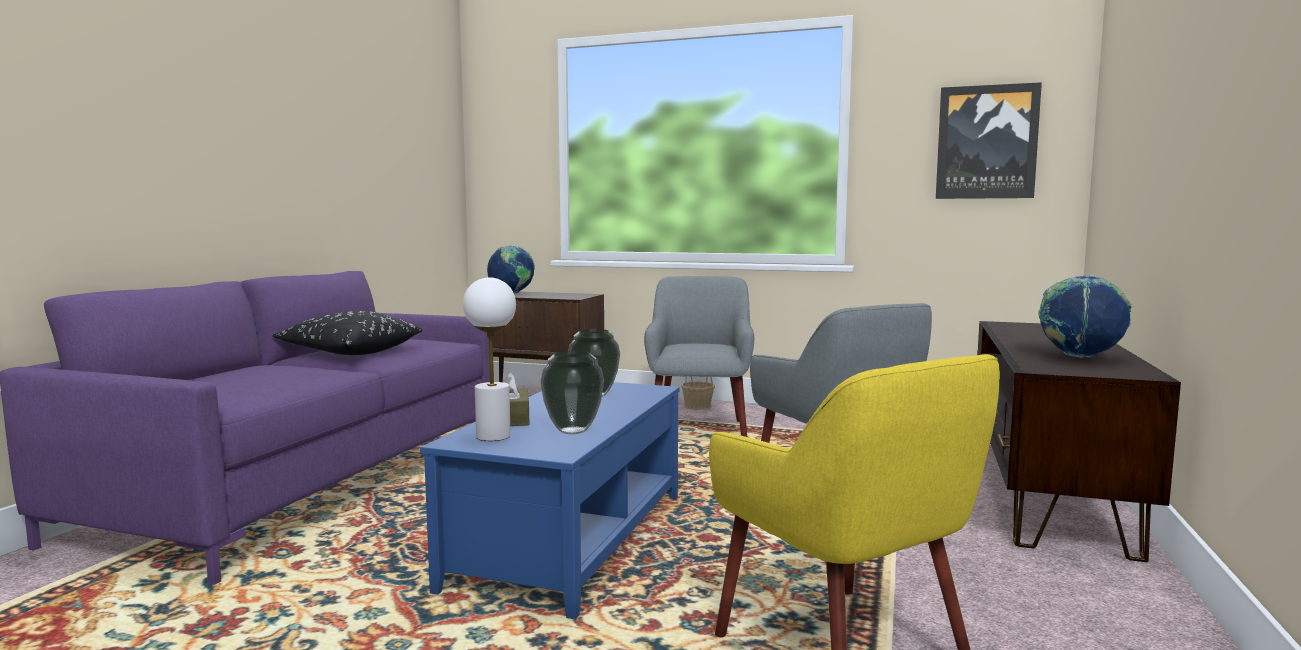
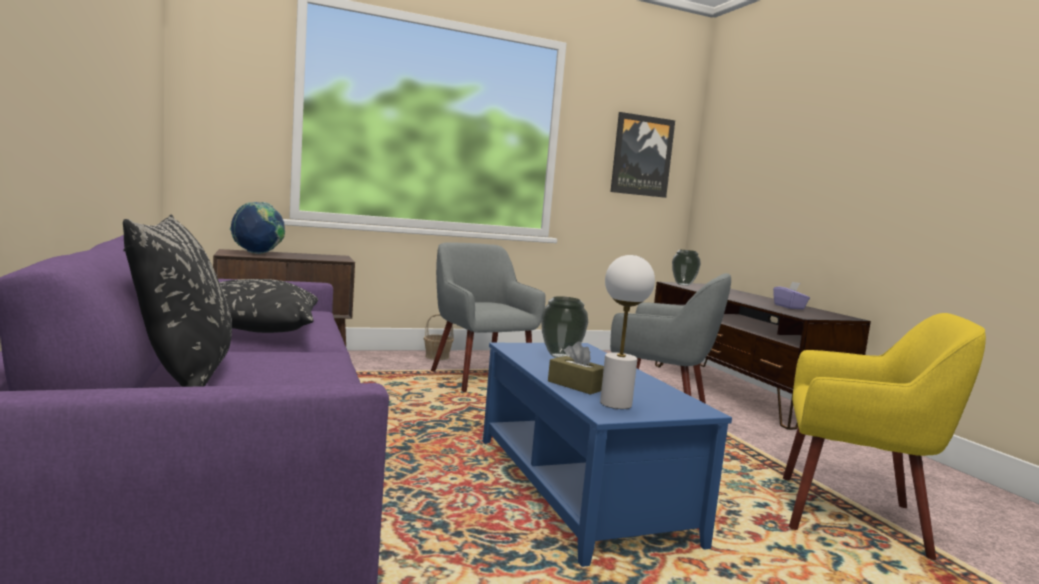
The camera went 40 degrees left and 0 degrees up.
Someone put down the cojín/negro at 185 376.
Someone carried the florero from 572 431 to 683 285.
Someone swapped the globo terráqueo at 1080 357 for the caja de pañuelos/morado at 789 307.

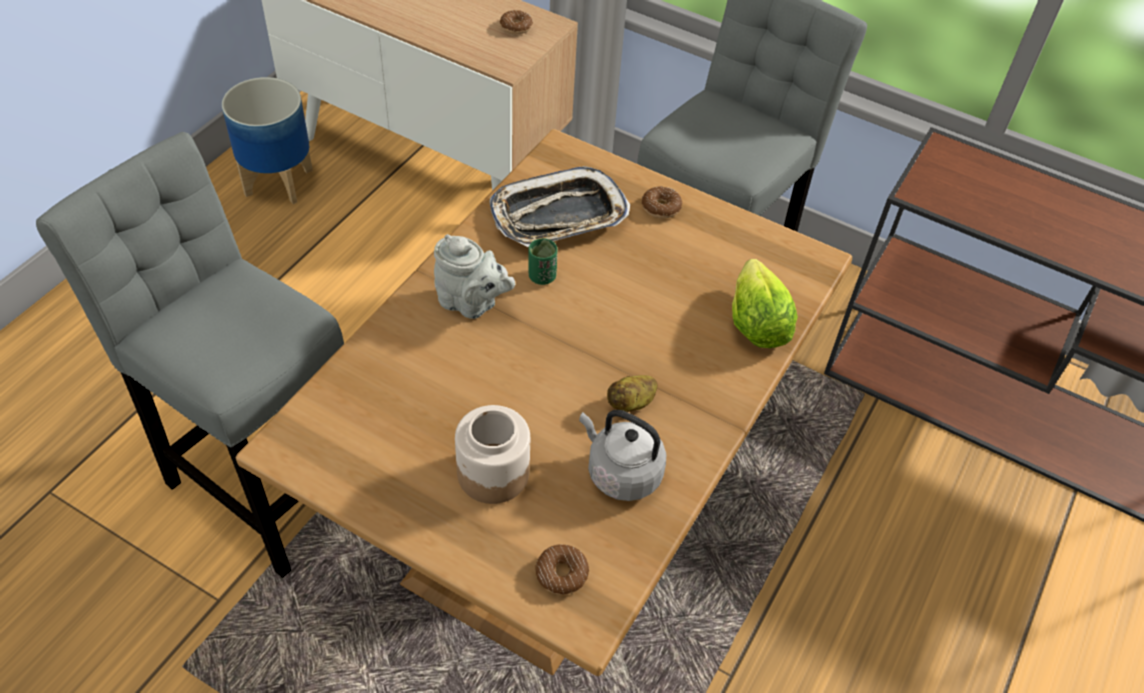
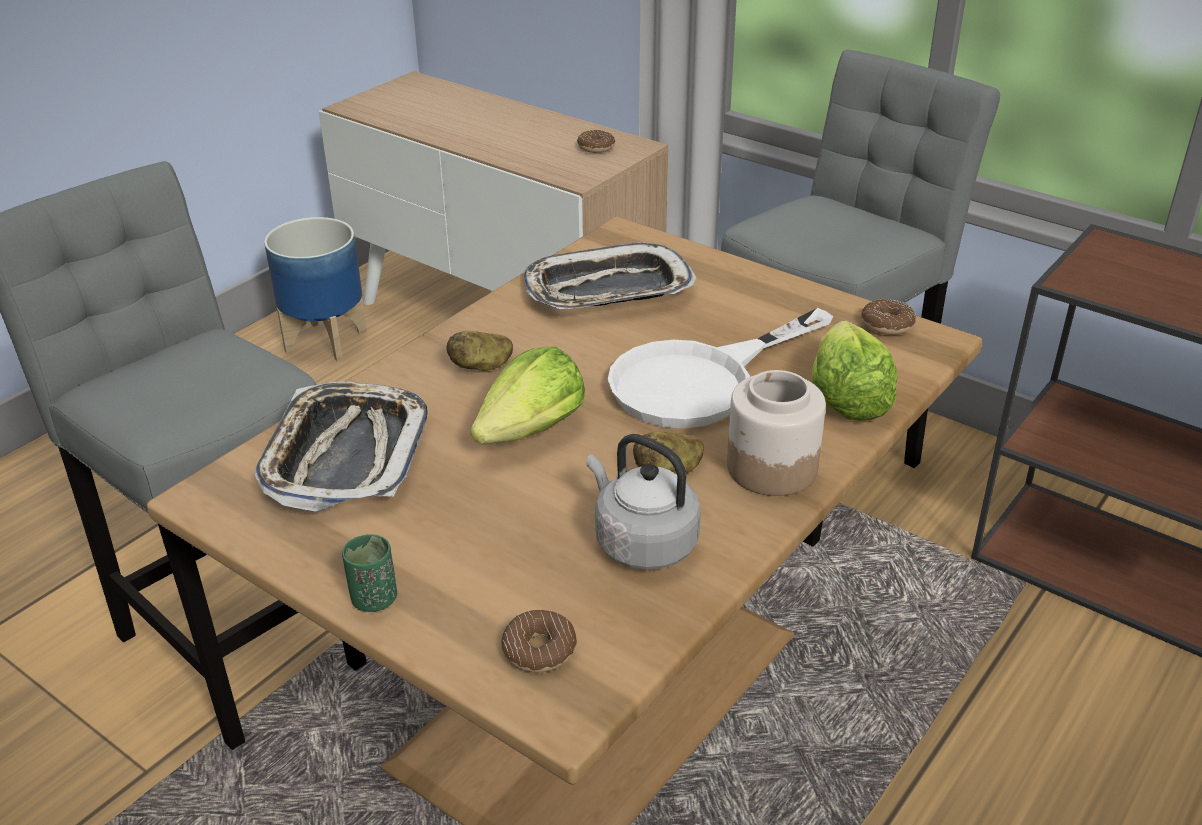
The camera went 10 degrees right and 15 degrees down.
Someone put down the bandeja at 345 455.
Someone carried the taza/verde from 542 276 to 374 599.
Someone swapped the tetera/gris at 471 303 for the patata at 482 366.
Someone put down the lechuga at 532 430.
Someone put down the sartén/blanco at 700 380.
Someone carried the tarro from 492 472 to 771 467.
Someone carried the rosquilla from 661 207 to 887 324.

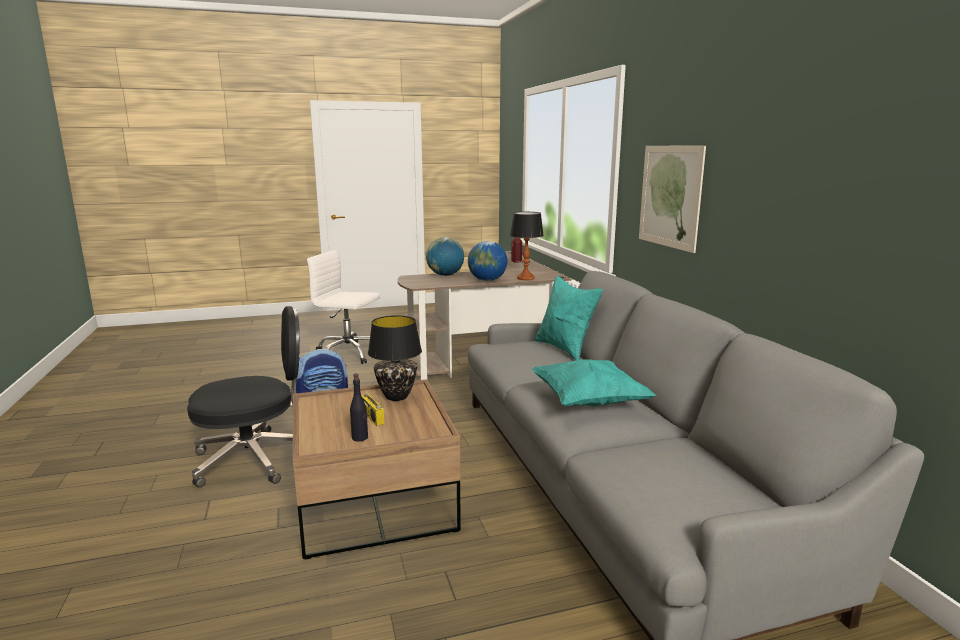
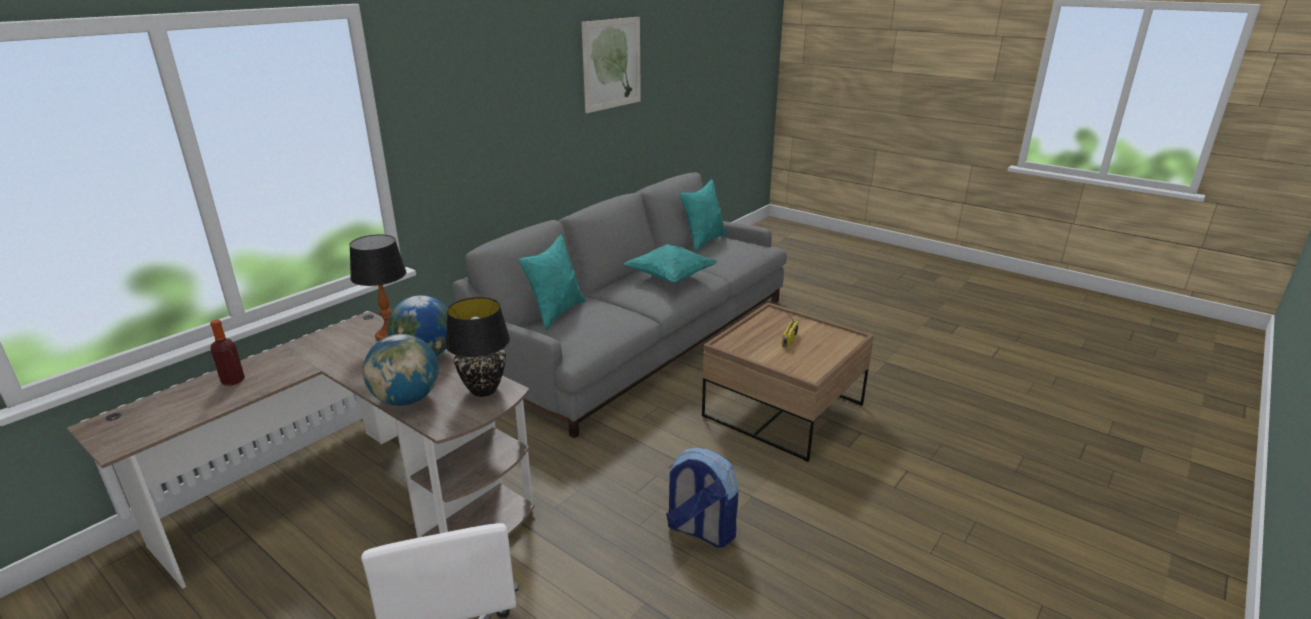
The camera went 125 degrees left and 10 degrees up.
Someone carried the lámpara de mesa/negro from 396 397 to 484 390.
Someone carried the cuadro from 670 196 to 612 64.
Someone put down the cojín/turquesa at 703 241.
Someone took away the silla de oficina/negro at 255 459.
Someone took away the botella/negro at 360 438.

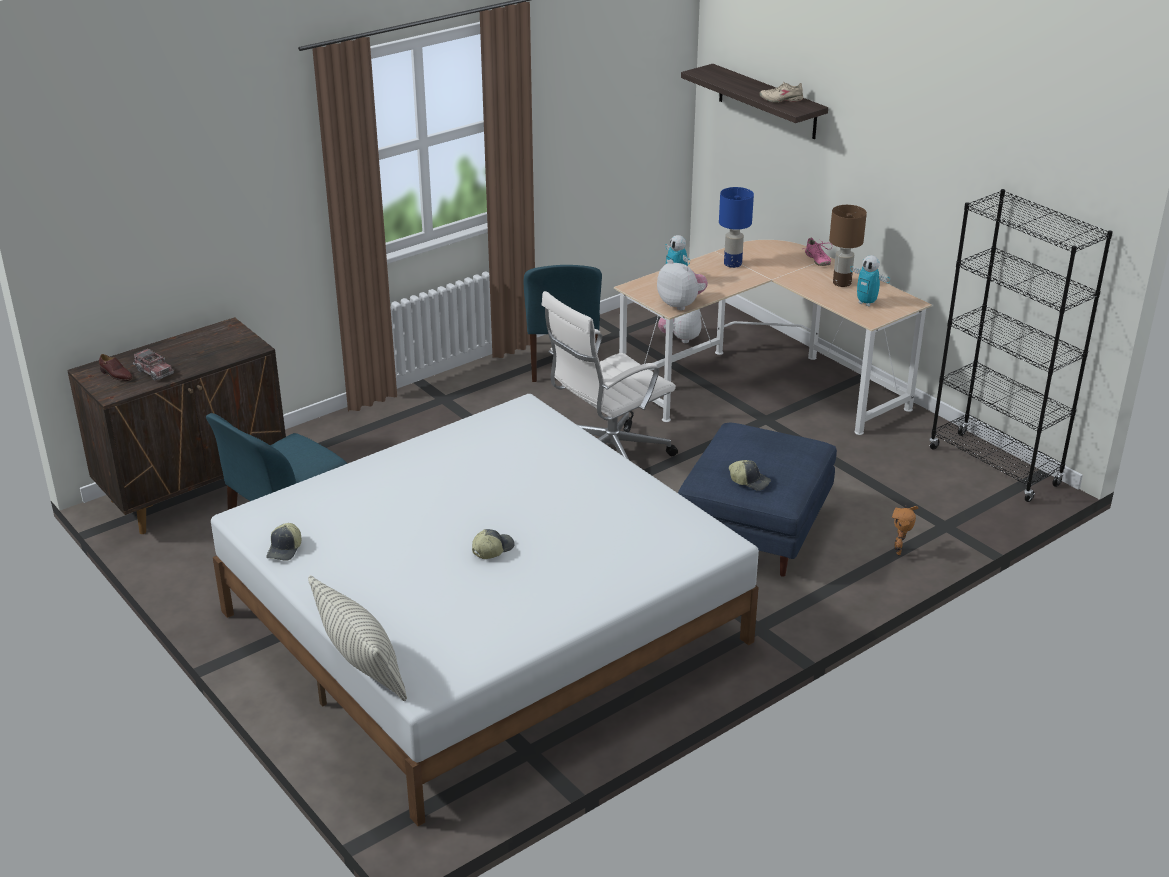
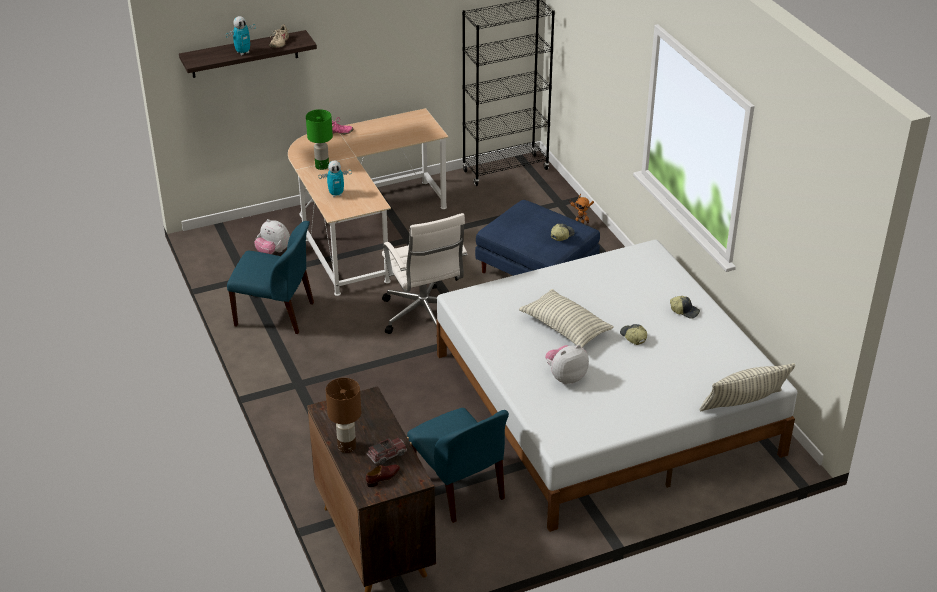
The camera went 75 degrees left and 5 degrees up.
Someone carried the robot de juguete from 866 303 to 243 52.
Someone repainted the lámpara de mesa/azul at 732 264, which became the lámpara de mesa/verde at 321 166.
Someone carried the lámpara de mesa/marrón from 842 283 to 347 447.
Someone put down the cojín at 565 328.
Someone carried the peluche from 681 304 to 565 377.
Someone carried the gorra from 285 549 to 684 311.

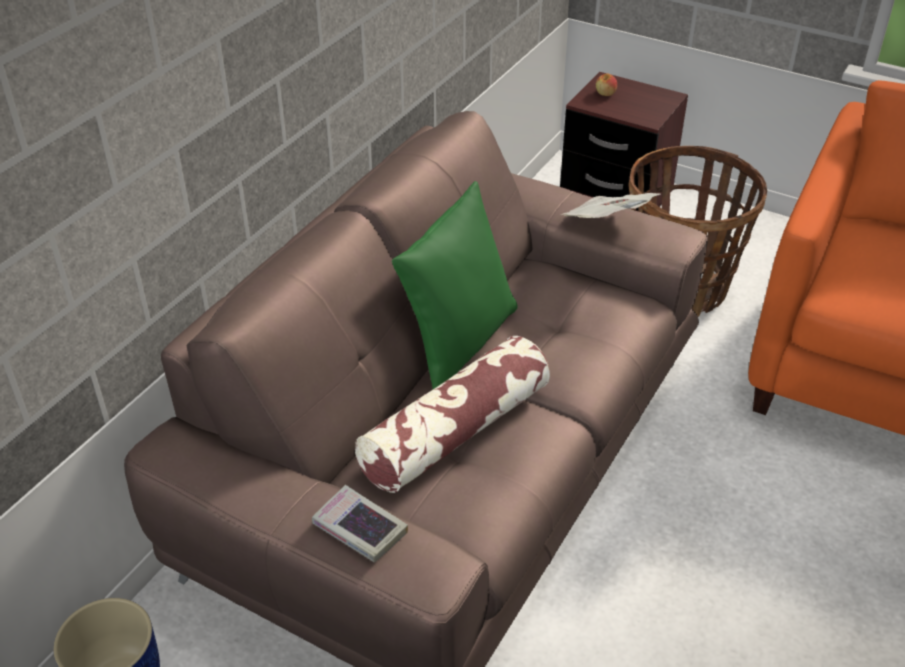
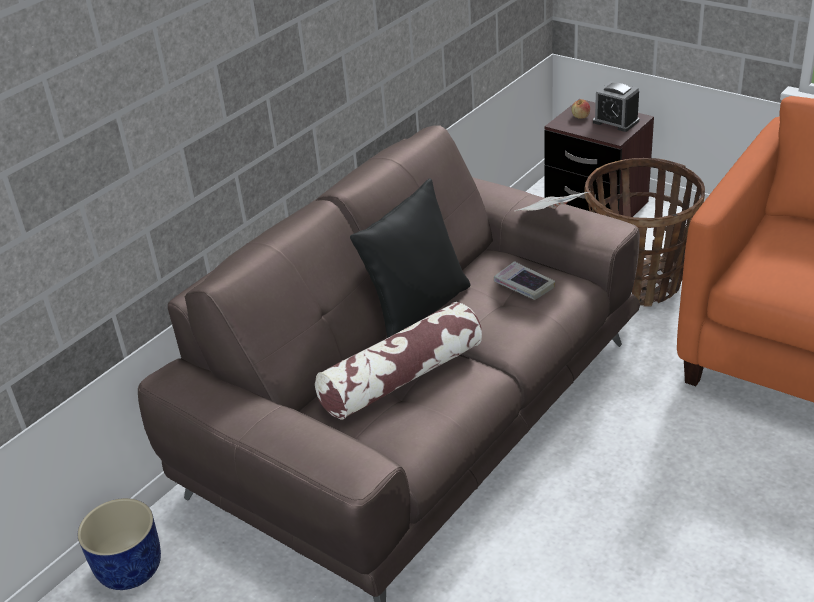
The camera went 10 degrees right and 5 degrees down.
Someone repainted the cojín/verde at 458 342, which became the cojín/negro at 417 311.
Someone carried the libro from 359 529 to 524 285.
Someone put down the despertador at 615 121.

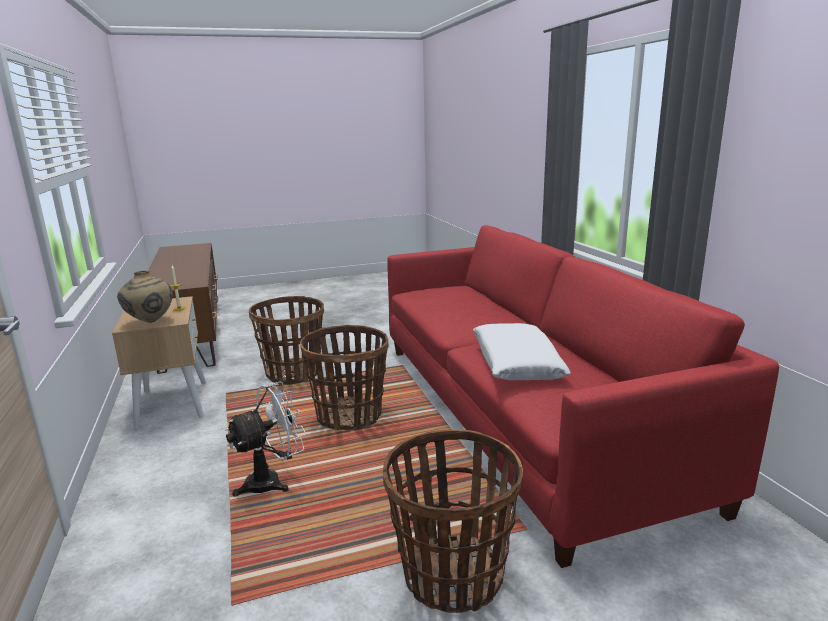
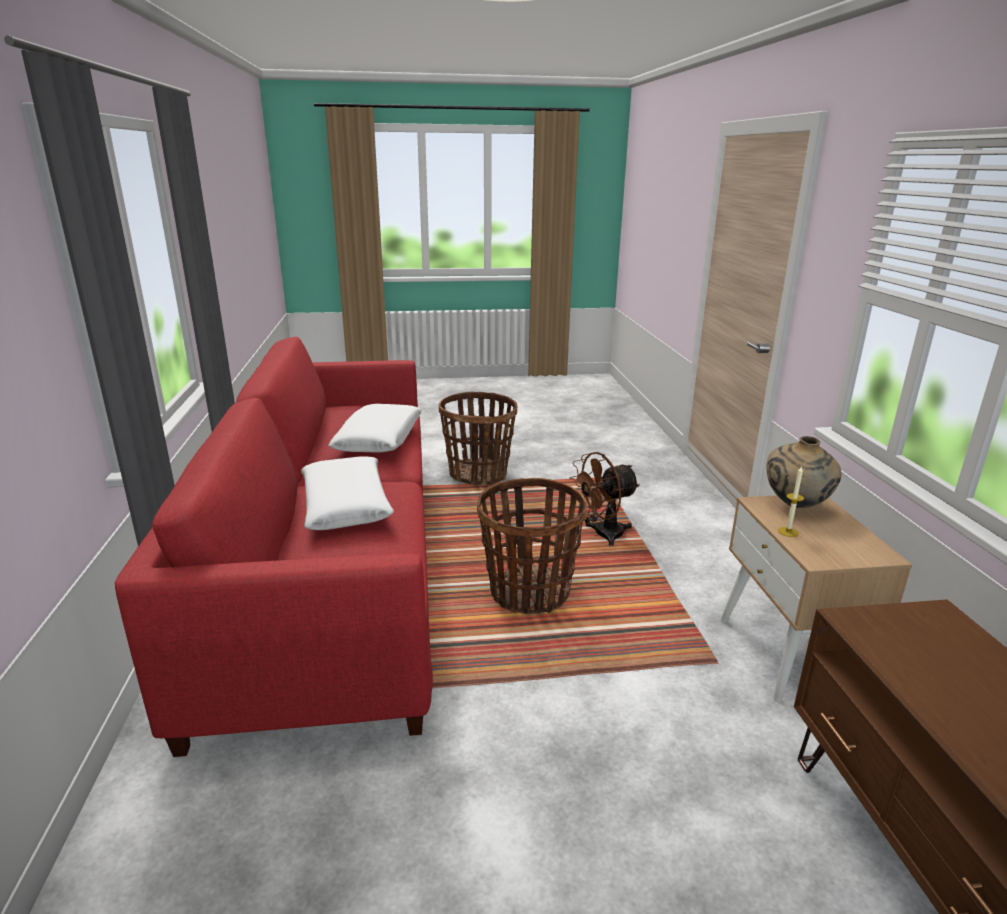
The camera went 170 degrees left and 5 degrees up.
Someone put down the cojín/blanco at 346 505.
Someone repainted the ventilador/blanco at 272 481, which became the ventilador/marrón at 602 535.
Someone took away the cesta at 293 373.

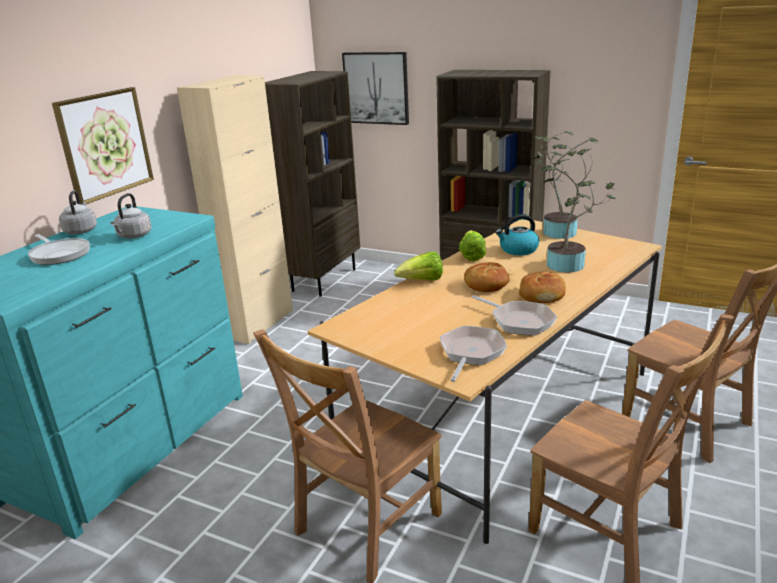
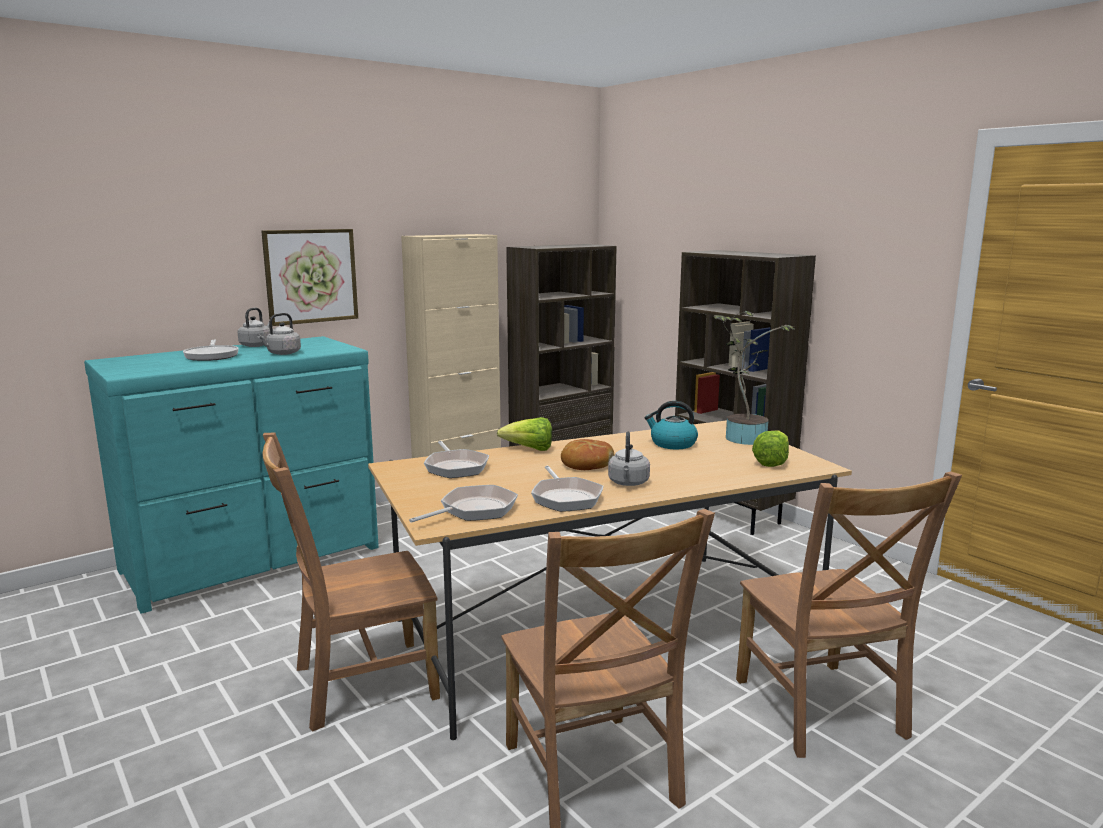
The camera went 25 degrees right and 10 degrees down.
Someone put down the sartén at 455 467.
Someone swapped the pan at 542 295 for the hervidor/gris at 628 483.
Someone carried the lechuga from 471 256 to 771 462.
Someone took away the cuadro at 376 88.
Someone took away the planta en maceta at 570 265.

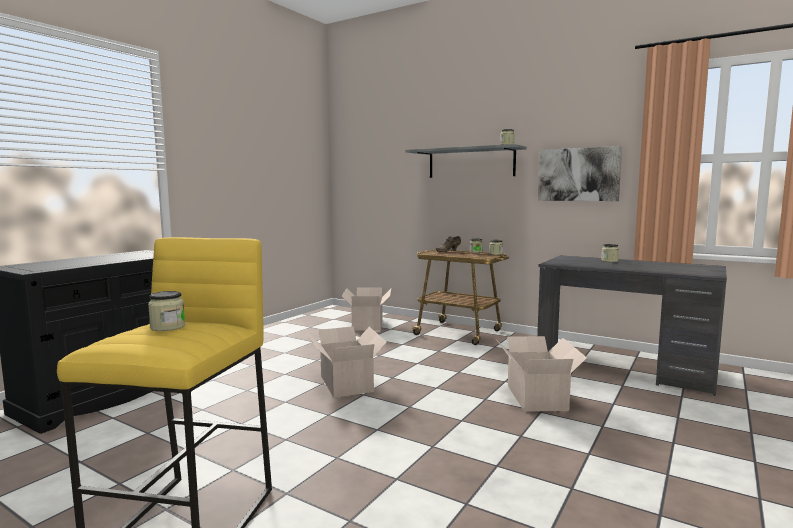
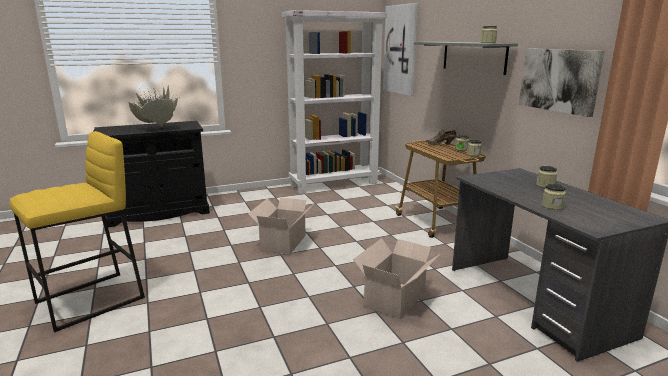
The camera went 35 degrees right and 10 degrees up.
Someone put down the planta en maceta at 157 129.
Someone put down the estantería/blanco at 334 184.
Someone put up the cuadro at 401 50.
Someone carried the tarro from 167 327 to 552 206.
Someone took away the caja de cartón at 368 324.

